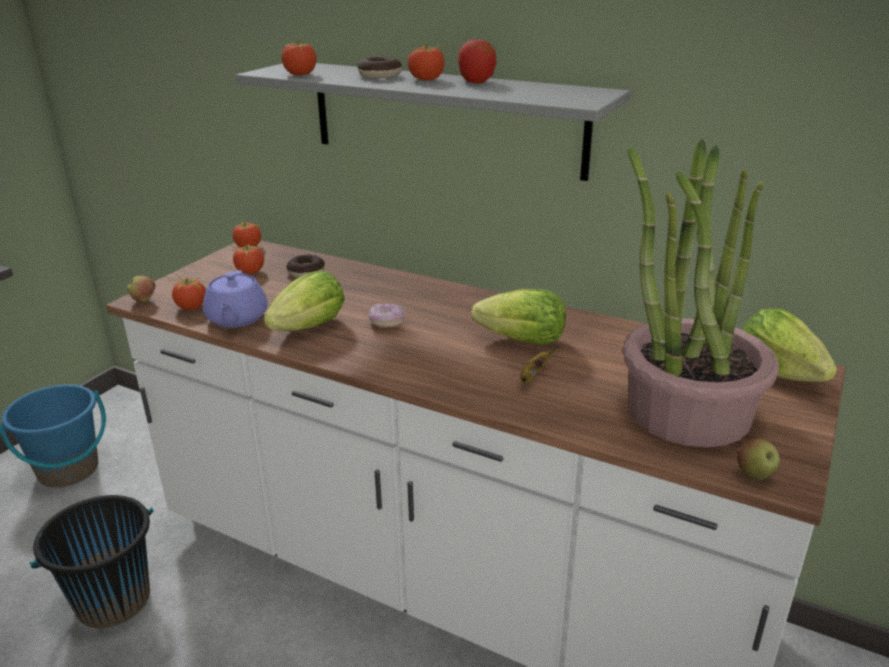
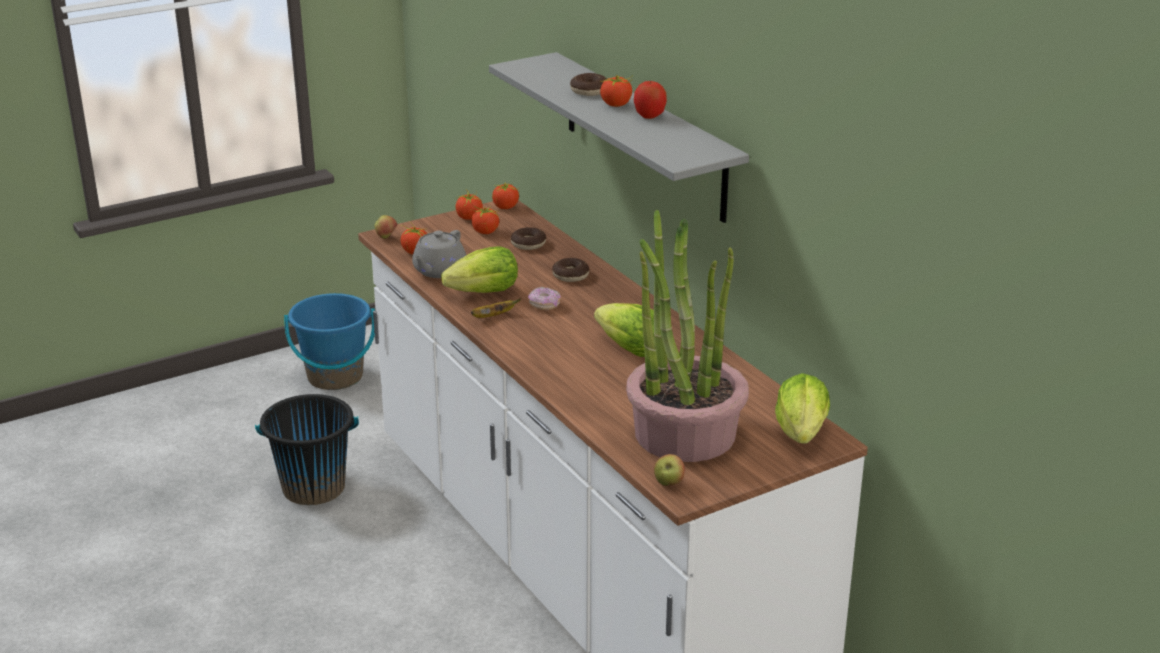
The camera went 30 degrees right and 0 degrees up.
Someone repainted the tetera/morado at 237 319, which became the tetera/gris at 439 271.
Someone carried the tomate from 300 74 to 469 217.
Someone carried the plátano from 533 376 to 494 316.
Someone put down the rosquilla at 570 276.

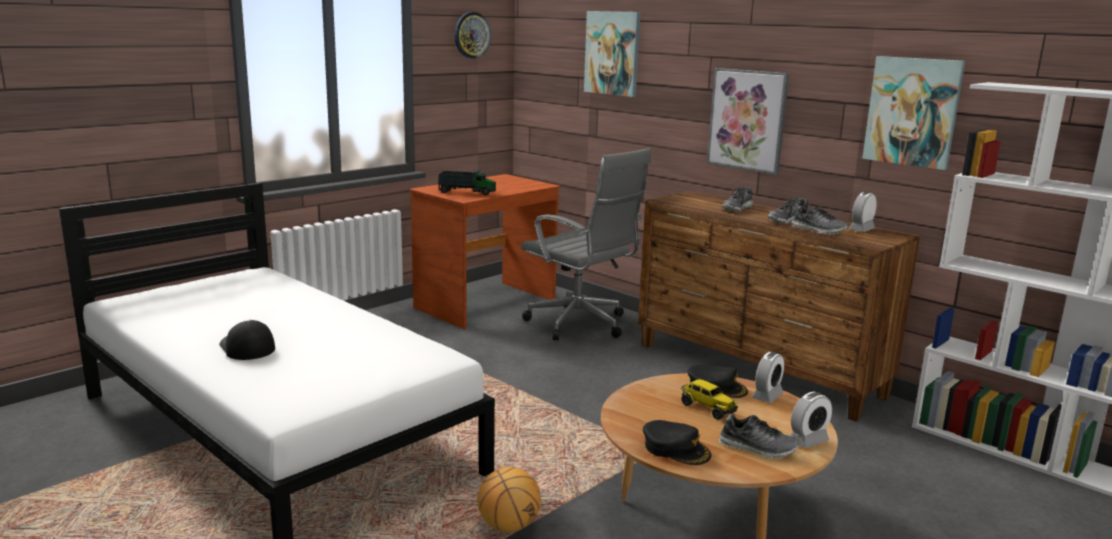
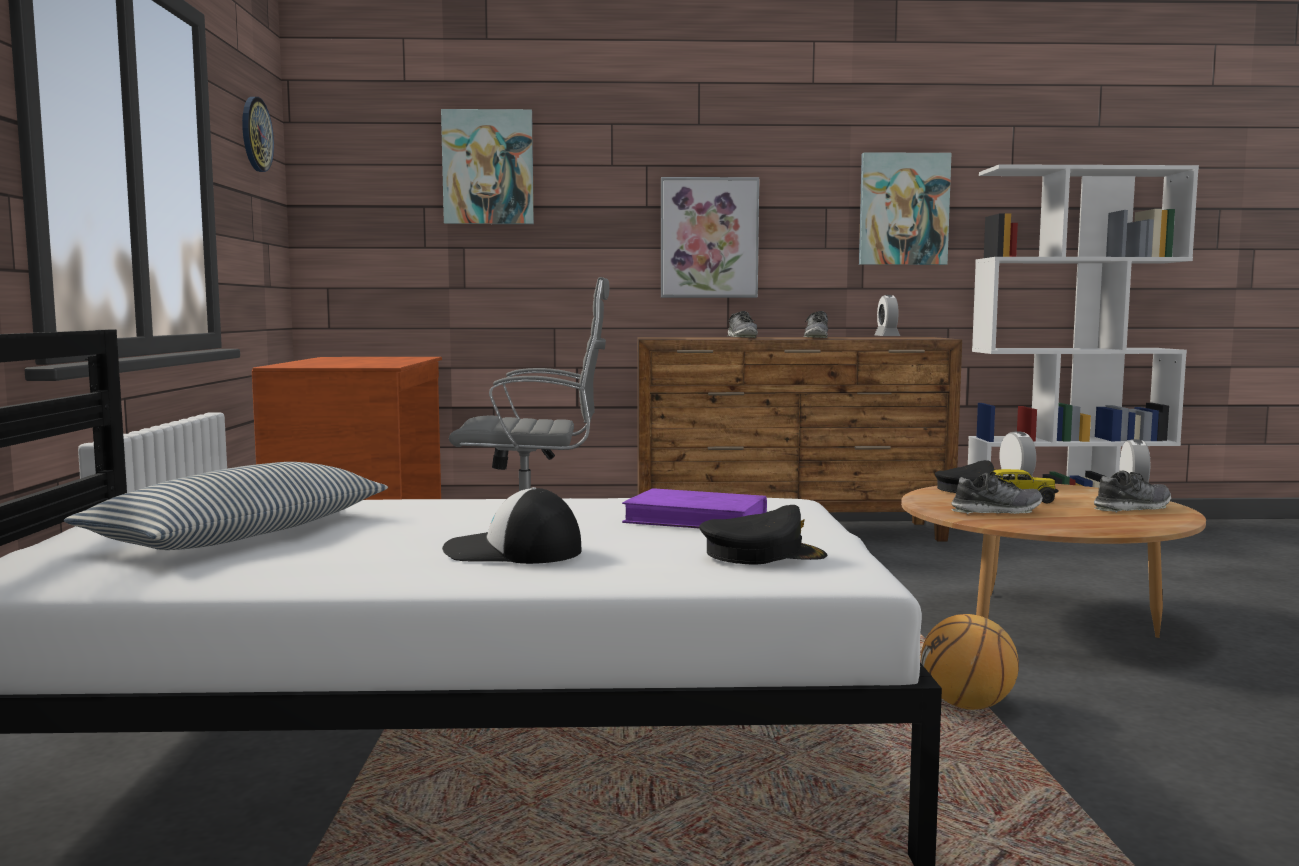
The camera went 45 degrees left and 10 degrees down.
Someone put down the cojín at 242 534.
Someone put down the libro/morado at 697 519.
Someone carried the gorra/negro from 676 449 to 762 554.
Someone carried the zapato from 818 230 to 996 511.
Someone took away the camión de juguete at 466 192.

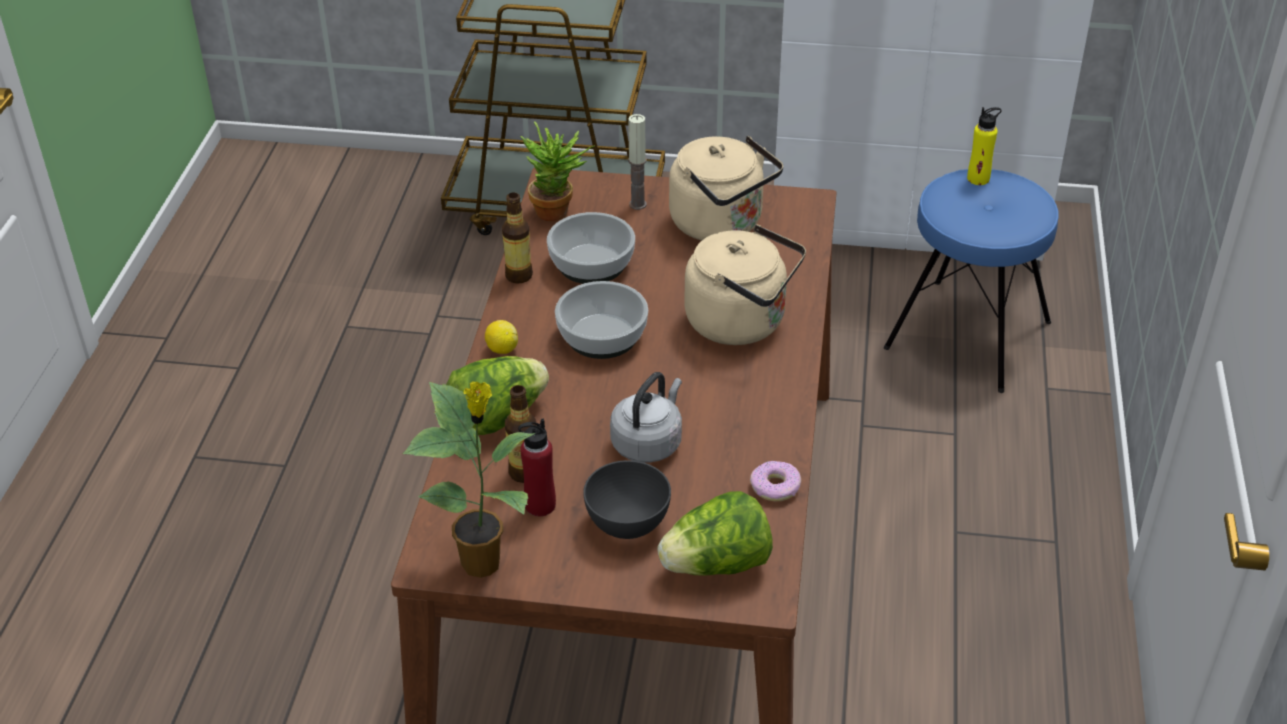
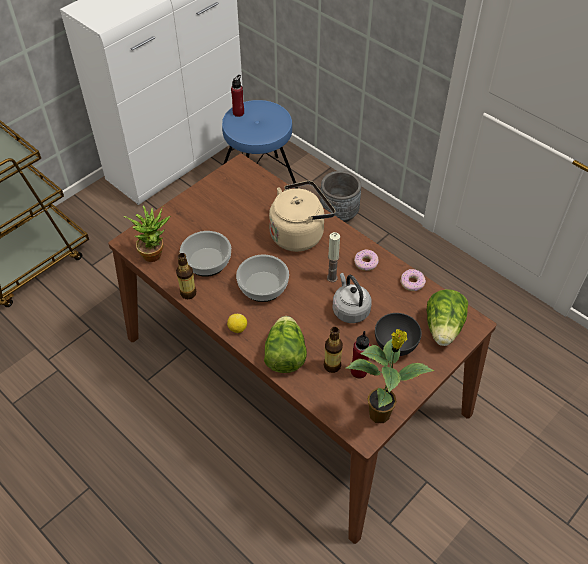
The camera went 55 degrees left and 10 degrees up.
Someone repainted the botella/amarillo at 978 179, which became the botella/rojo at 238 113.
Someone put down the maceta/gris at 339 214.
Someone carried the vela from 638 204 to 332 278.
Someone put down the rosquilla at 366 263.
Someone took away the hervidor/beis at 721 225.

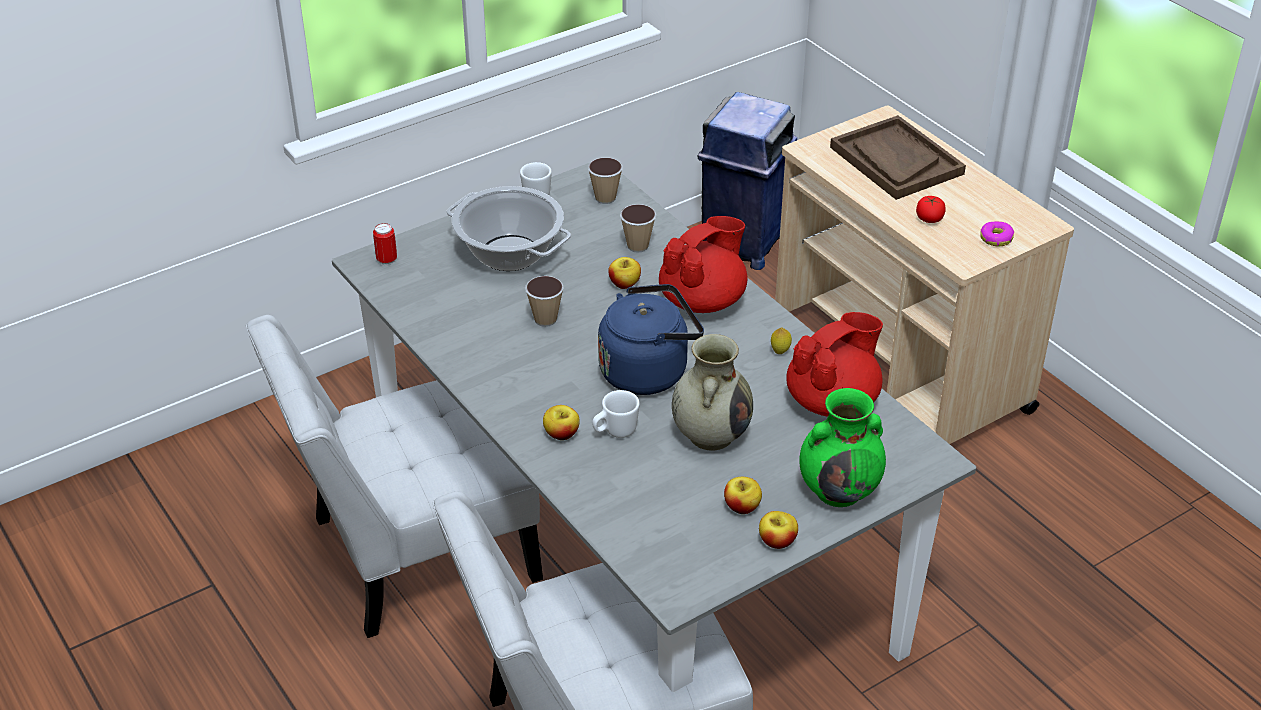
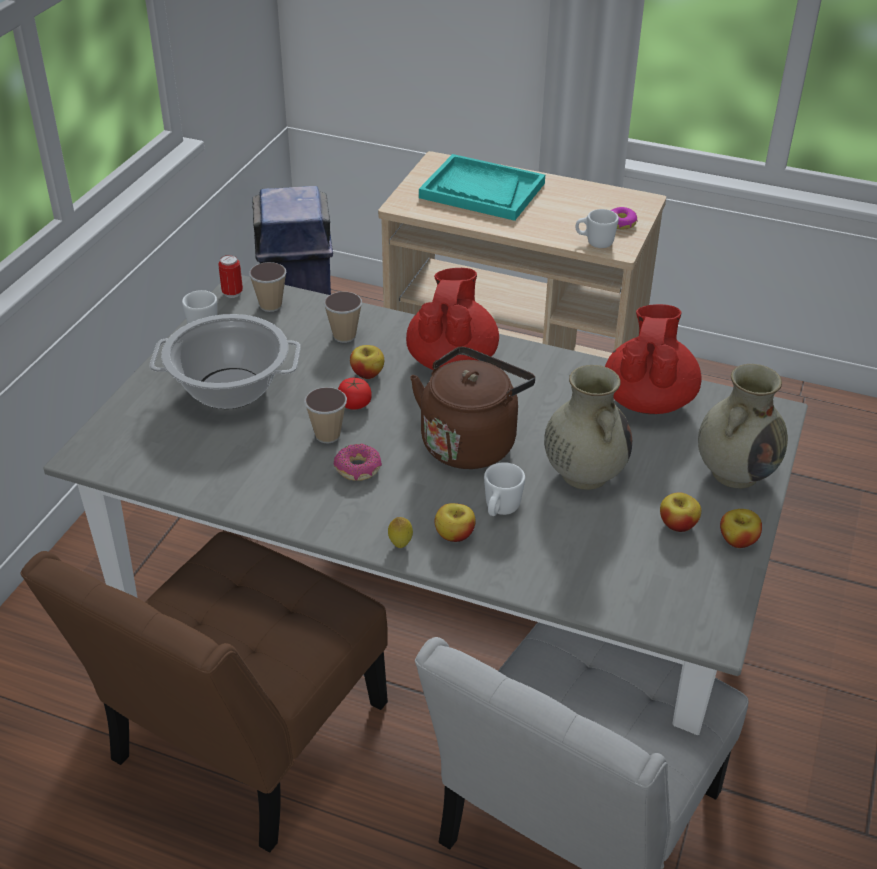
The camera went 35 degrees left and 0 degrees up.
Someone repainted the silla/blanco at 412 553, which became the silla/marrón at 241 743.
Someone carried the lata from 386 260 to 232 293.
Someone put down the rosquilla at 358 469.
Someone carried the tomate from 929 218 to 354 403.
Someone carried the limón from 780 352 to 400 544.
Someone repainted the hervidor/azul at 648 371, which became the hervidor/marrón at 470 441.
Someone repainted the bandeja/marrón at 896 160, which became the bandeja/turquesa at 481 191.
Someone put down the taza grande/blanco at 594 242.
Someone repainted the florero/verde at 840 490, which became the florero/beis at 735 472.

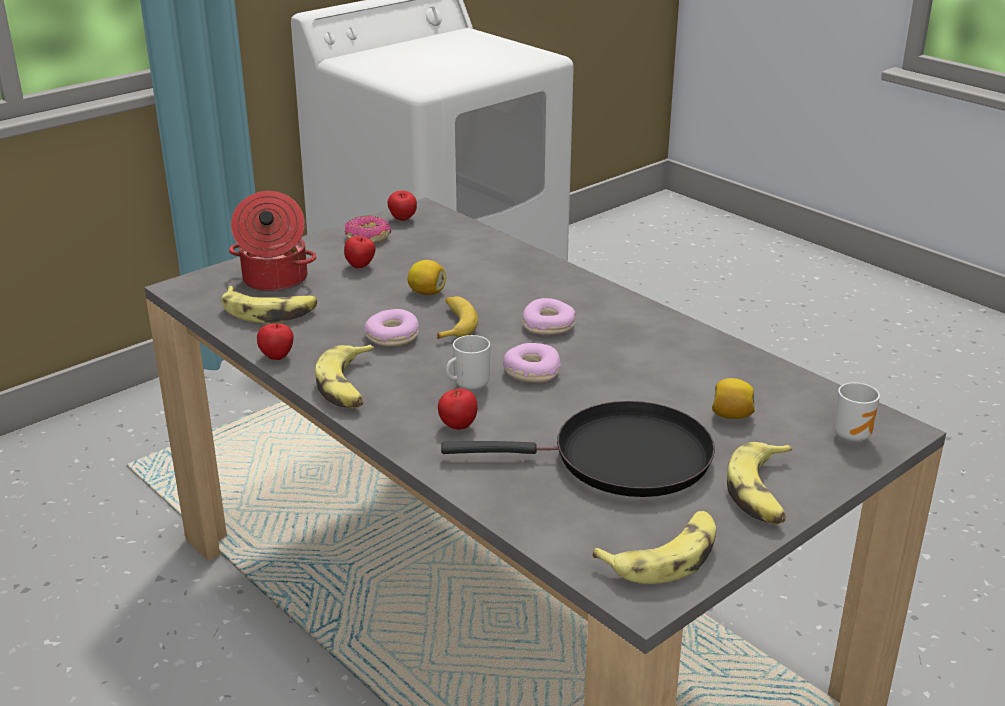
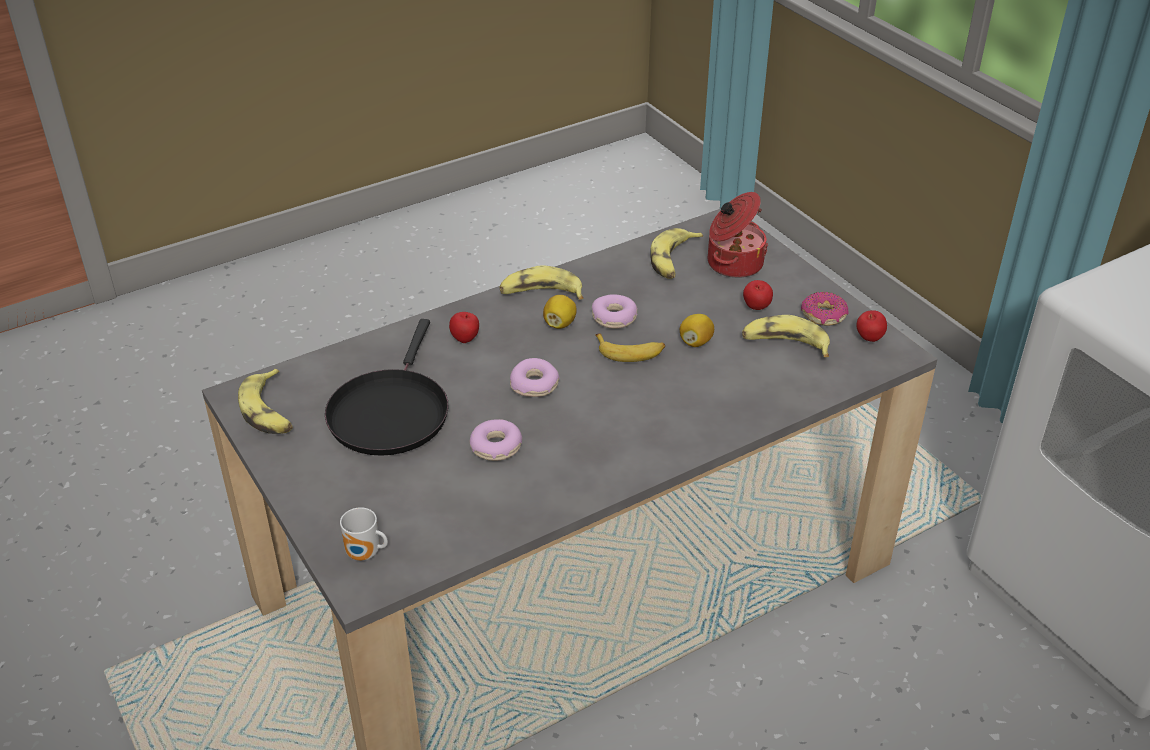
The camera went 100 degrees right and 10 degrees up.
Someone carried the rosquilla from 549 326 to 496 447.
Someone carried the limón from 731 415 to 559 323.
Someone carried the plátano from 763 493 to 785 344.
Someone took away the manzana at 277 357.
Someone took away the taza grande at 468 386.

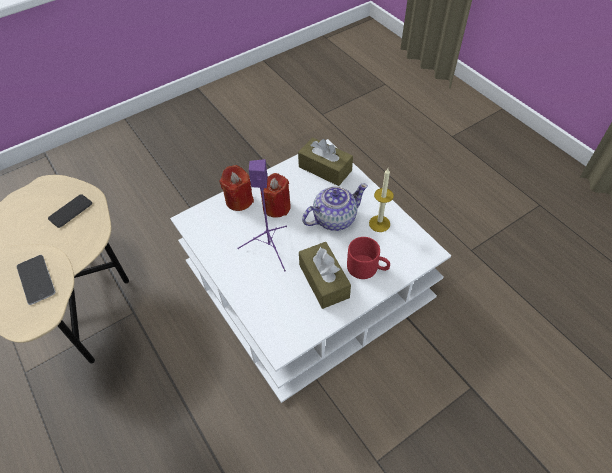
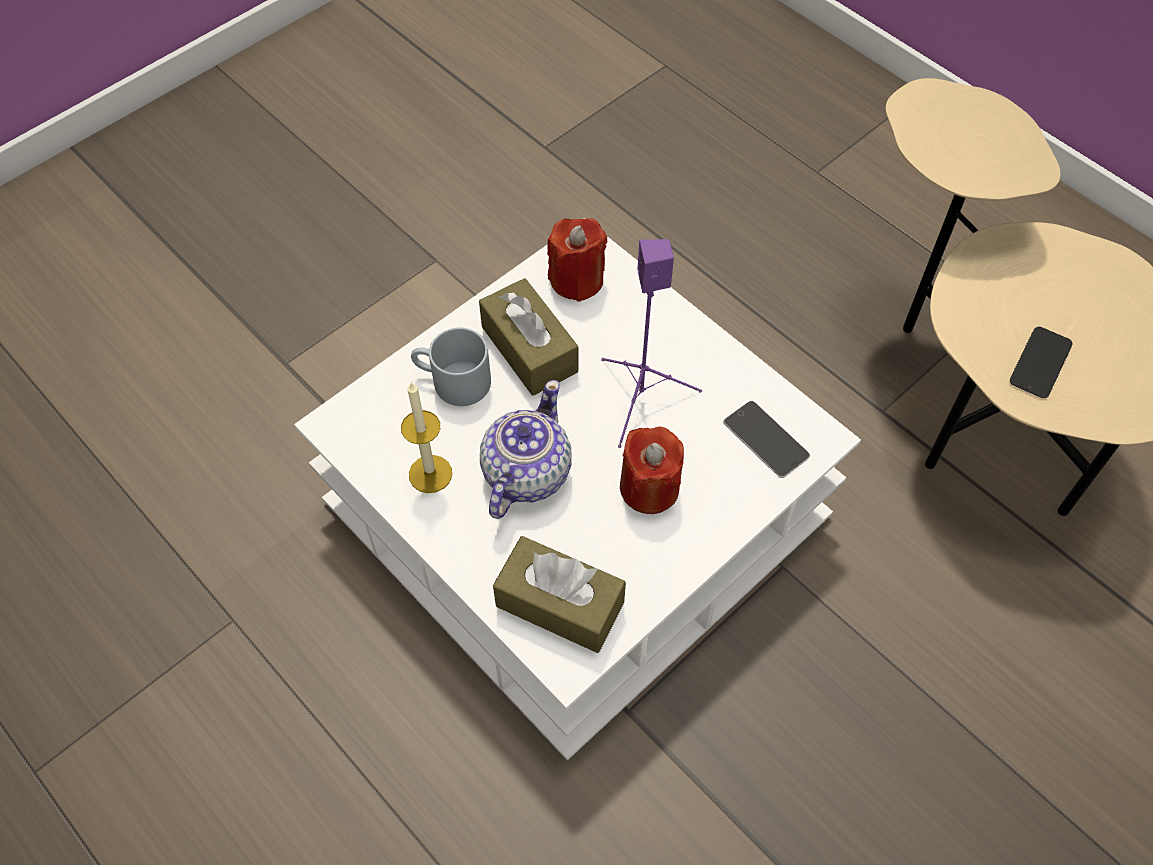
The camera went 170 degrees right and 5 degrees up.
Someone repainted the taza grande/rojo at 367 267, which became the taza grande/gris at 452 382.
Someone rotated the tetera at 333 219 by 150 degrees clockwise.
Someone carried the vela/rojo from 239 200 to 577 280.
Someone carried the móvil from 36 279 to 766 439.

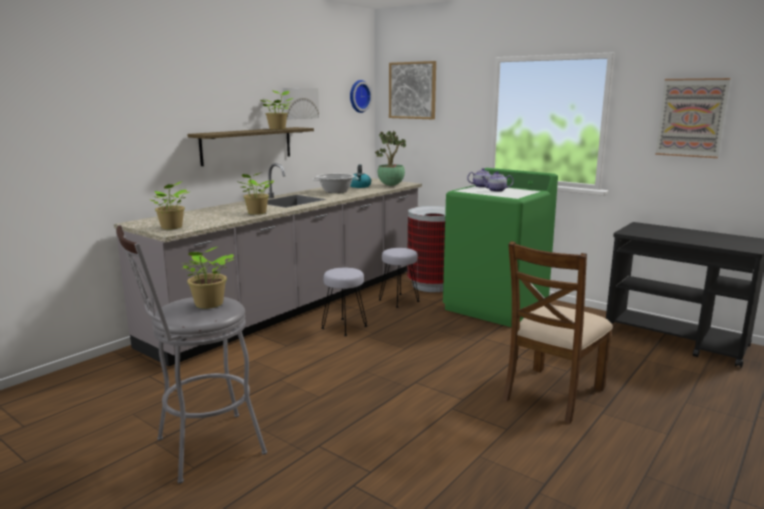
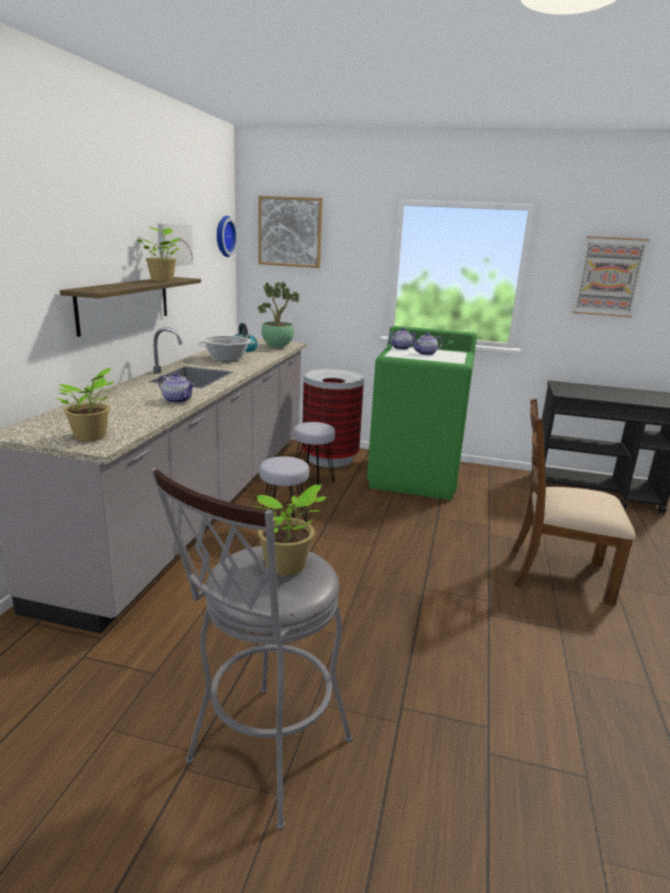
The camera went 25 degrees left and 5 degrees up.
Someone swapped the planta en maceta at 256 213 for the tetera at 178 400.
Someone rotated the silla/marrón at 552 393 by 90 degrees clockwise.

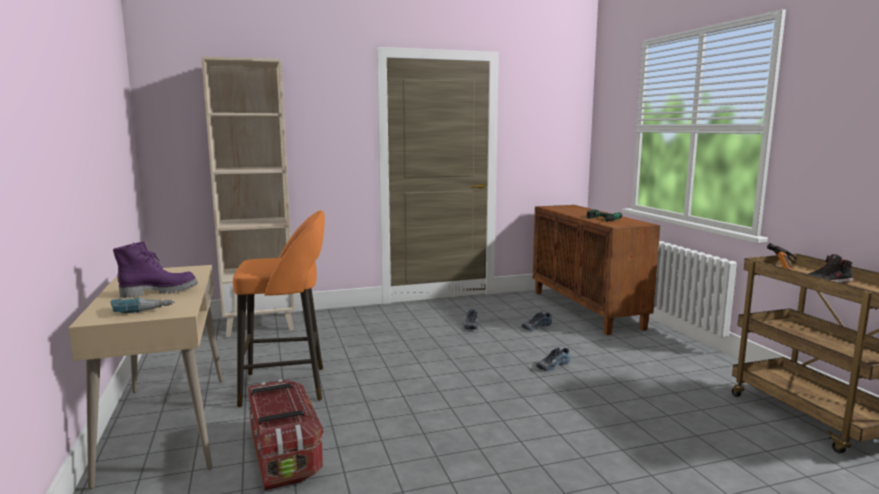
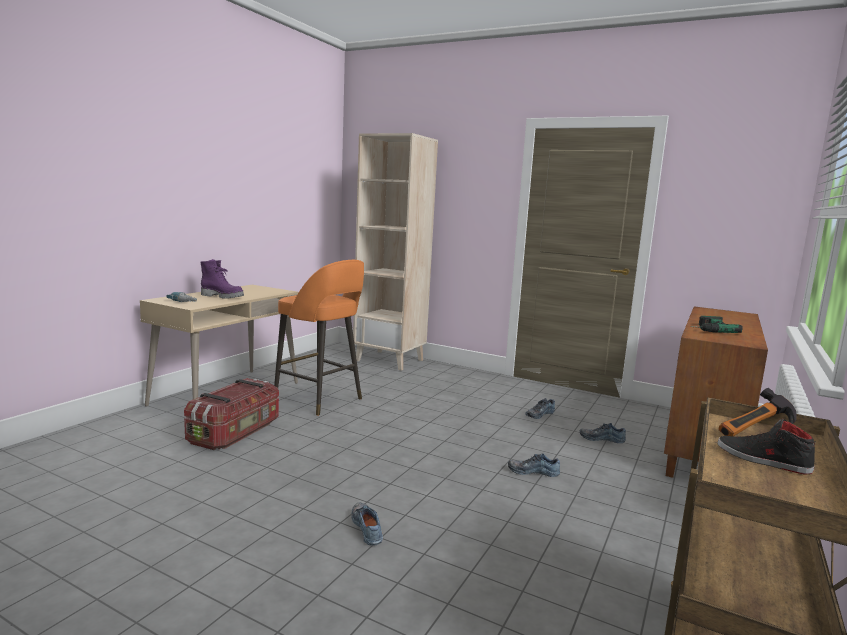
The camera went 45 degrees right and 0 degrees up.
Someone put down the zapato at 368 528.

